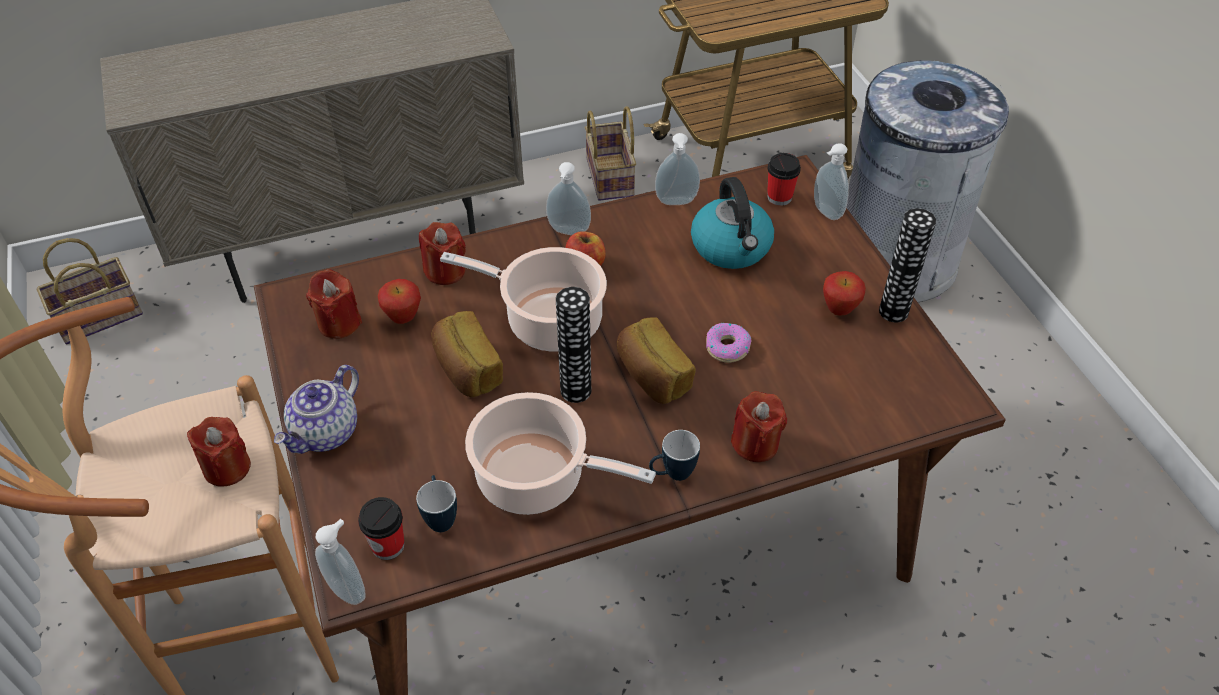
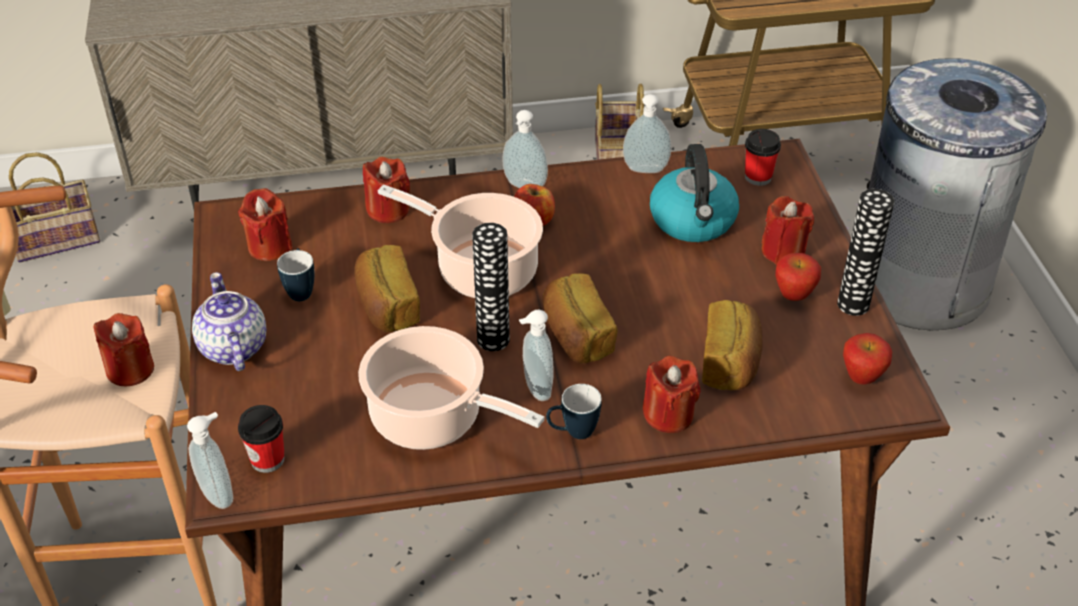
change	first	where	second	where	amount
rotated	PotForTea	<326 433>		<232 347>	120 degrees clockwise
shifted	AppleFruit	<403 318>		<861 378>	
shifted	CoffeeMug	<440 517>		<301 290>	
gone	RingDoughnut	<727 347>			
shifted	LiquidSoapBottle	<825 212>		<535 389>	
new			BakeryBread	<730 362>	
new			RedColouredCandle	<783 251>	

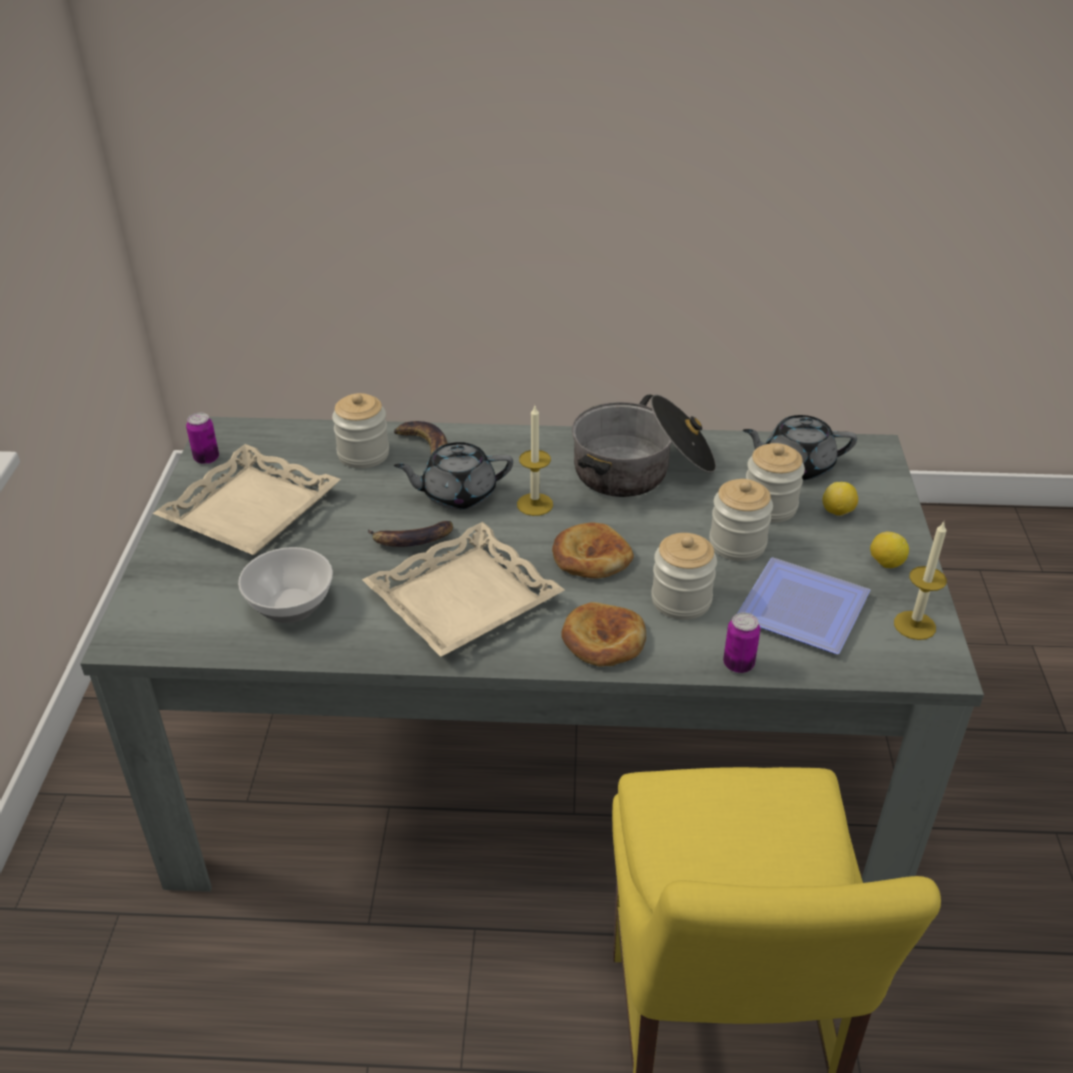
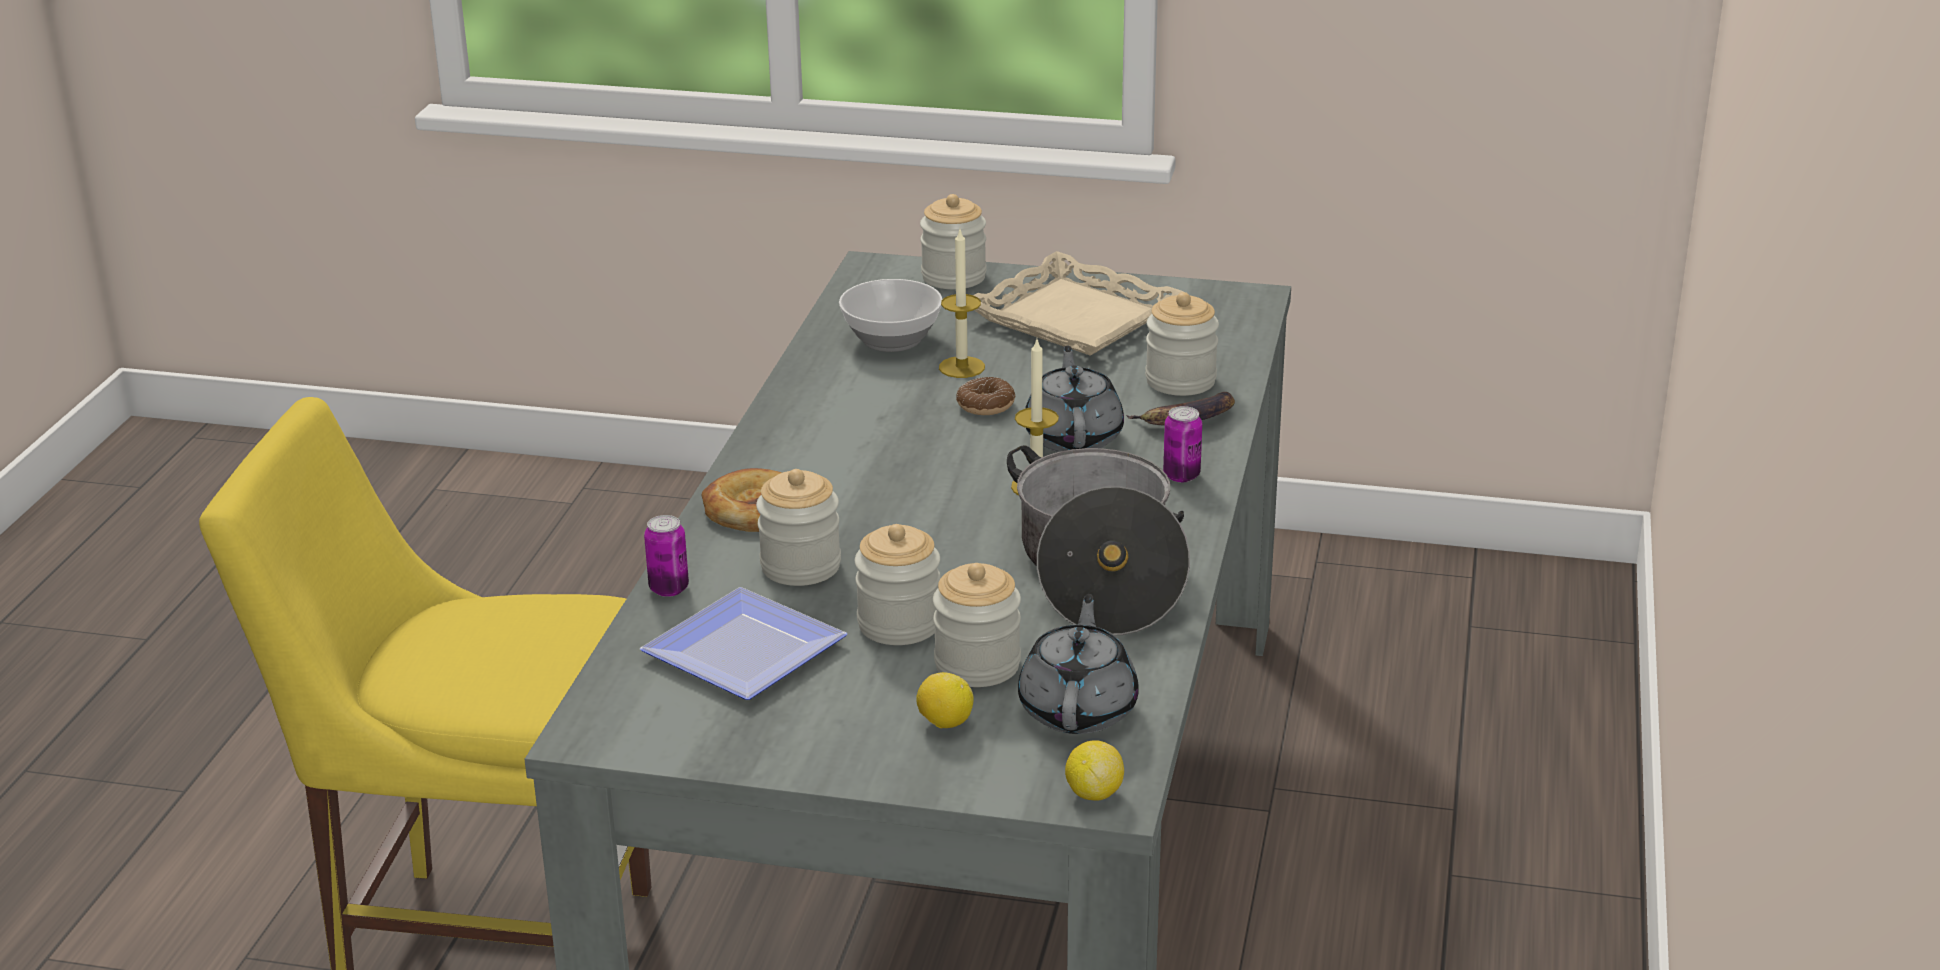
change	first	where	second	where	amount
shifted	Can	<206 458>		<1181 475>	
gone	BeigeTray	<464 600>			
swapped	WholeBanana	<411 540>	RingDoughnut	<986 405>	
gone	BakeryBread	<590 556>			
shifted	WholeLemon	<885 563>		<1094 793>	
shifted	Candle	<914 625>		<961 367>	
new			PreserveJar	<953 277>	

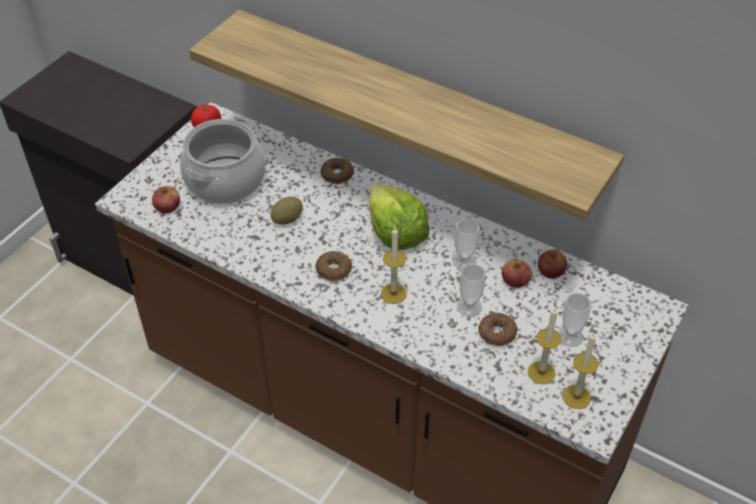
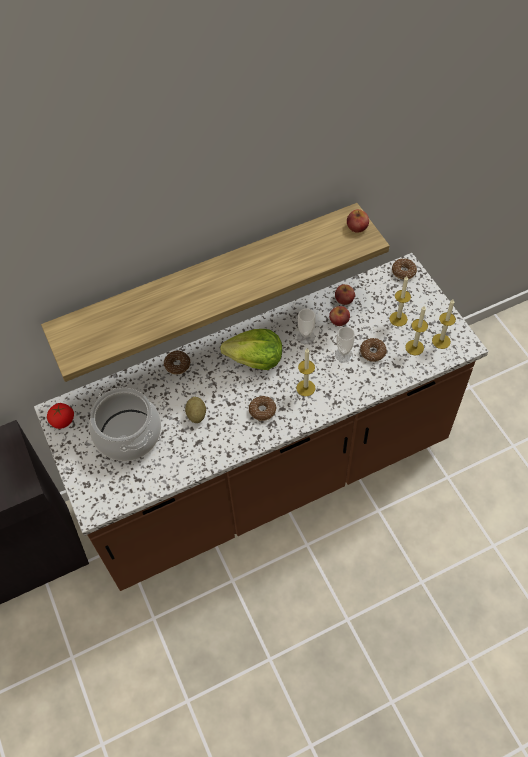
change	first	where	second	where	amount
shifted	AppleFruit	<167 206>		<357 226>	
swapped	SmallCup	<570 336>	Candle	<398 319>	
new			RingDoughnut	<403 272>	

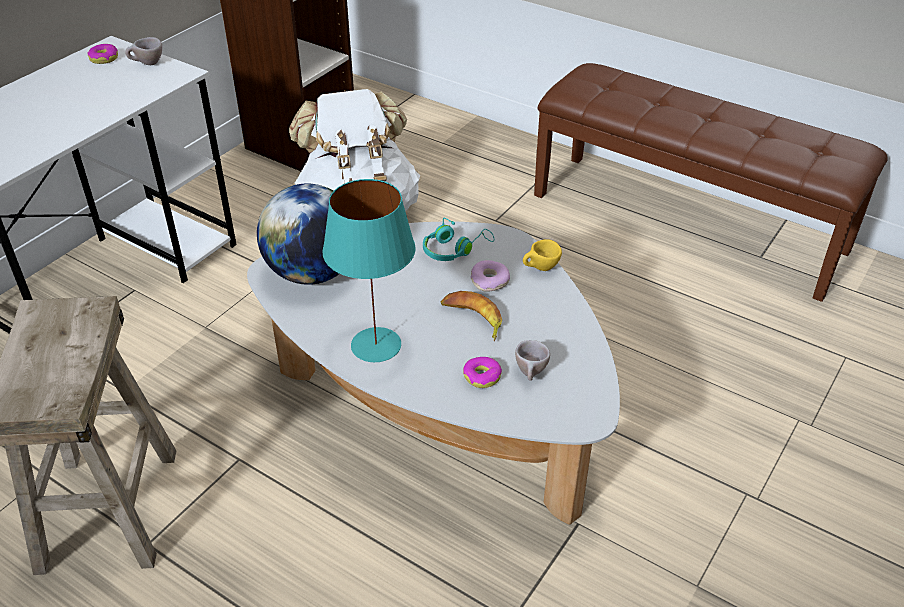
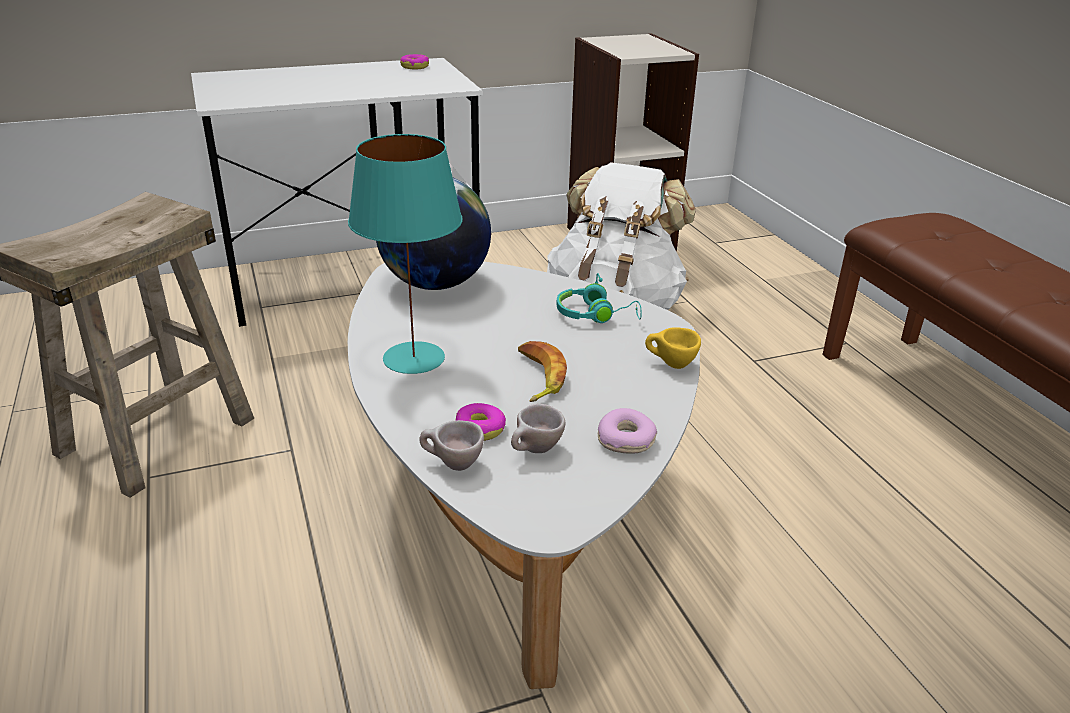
change	first	where	second	where	amount
shifted	BeigeSmallCup	<147 64>		<452 465>	
shifted	RingDoughnut	<489 281>		<626 440>	

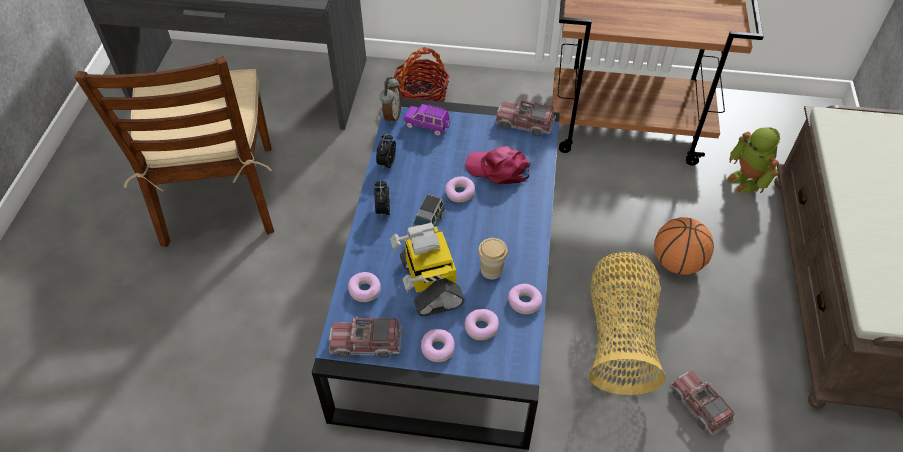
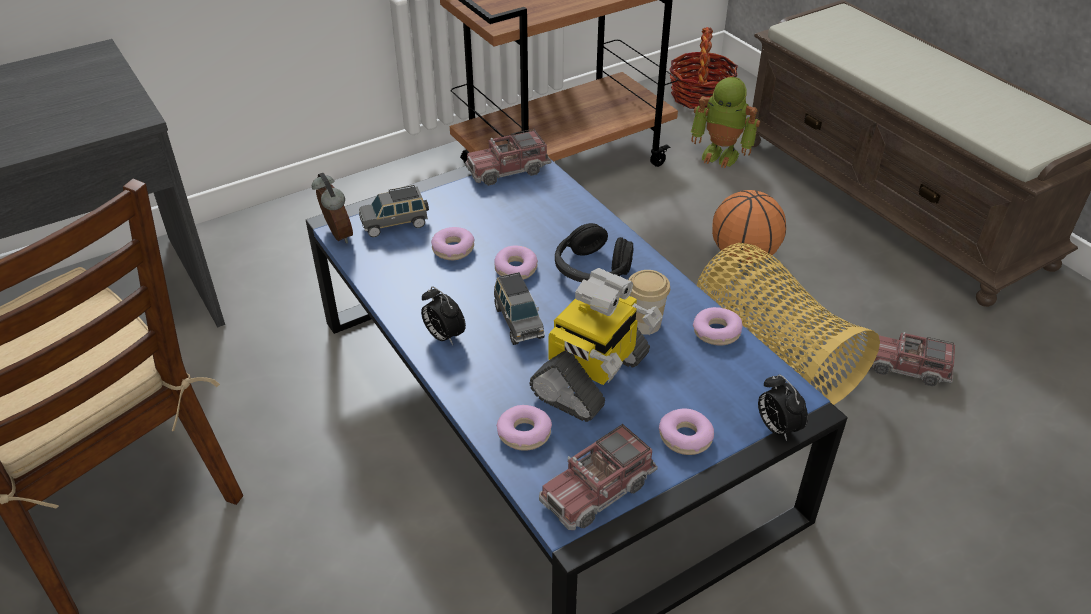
change	first	where	second	where	amount
shifted	BedsideClock	<386 163>		<776 427>	
rotated	ToyRobot	<429 283>		<592 377>	90 degrees counterclockwise
shifted	StorageBasket	<421 97>		<700 96>	
repainted	PurpleMiniatureCar	<427 126>	GreyishMiniatureCar	<395 224>	
gone	PinkPeakedCap	<498 169>			
shifted	RingDoughnut	<481 327>		<453 249>	
new			BlackishHeadset	<592 269>	

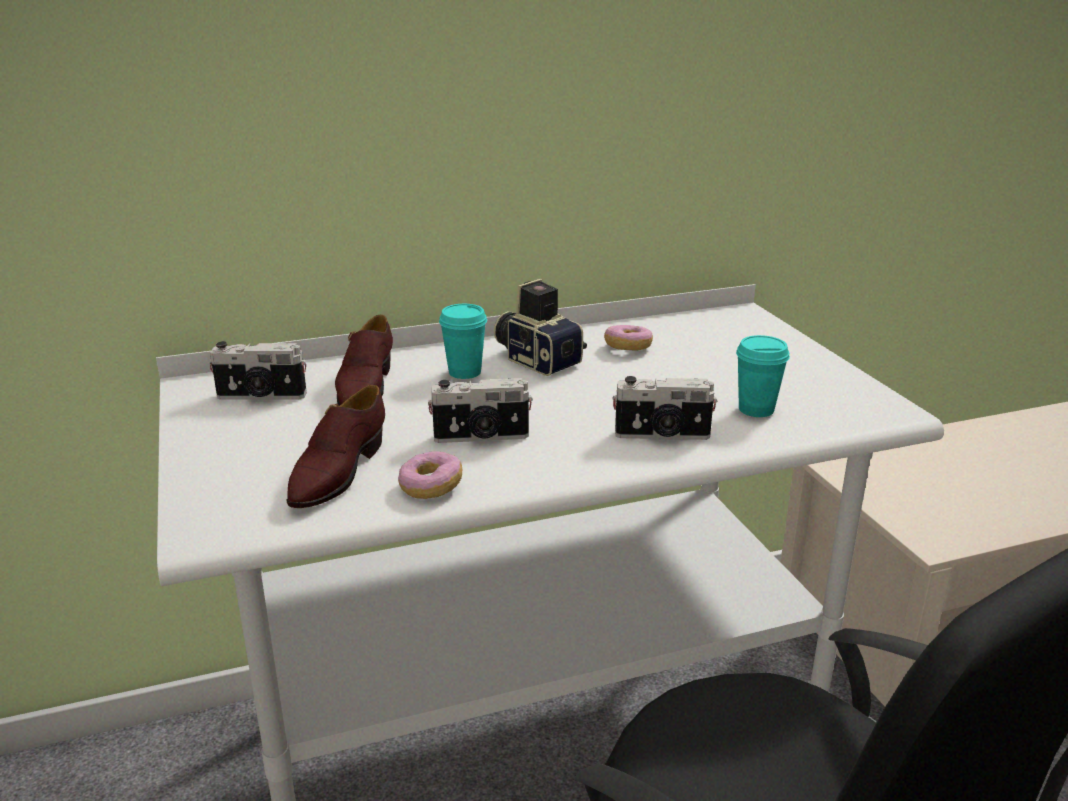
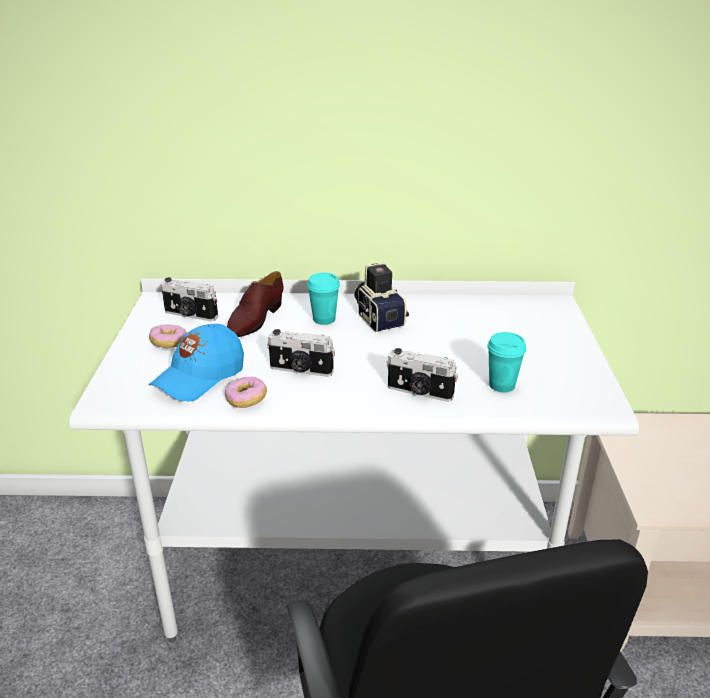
change	first	where	second	where	amount
swapped	BrownishShoe	<337 472>	BlueColouredPeakedCap	<199 377>	
shifted	RingDoughnut	<628 347>		<169 343>	

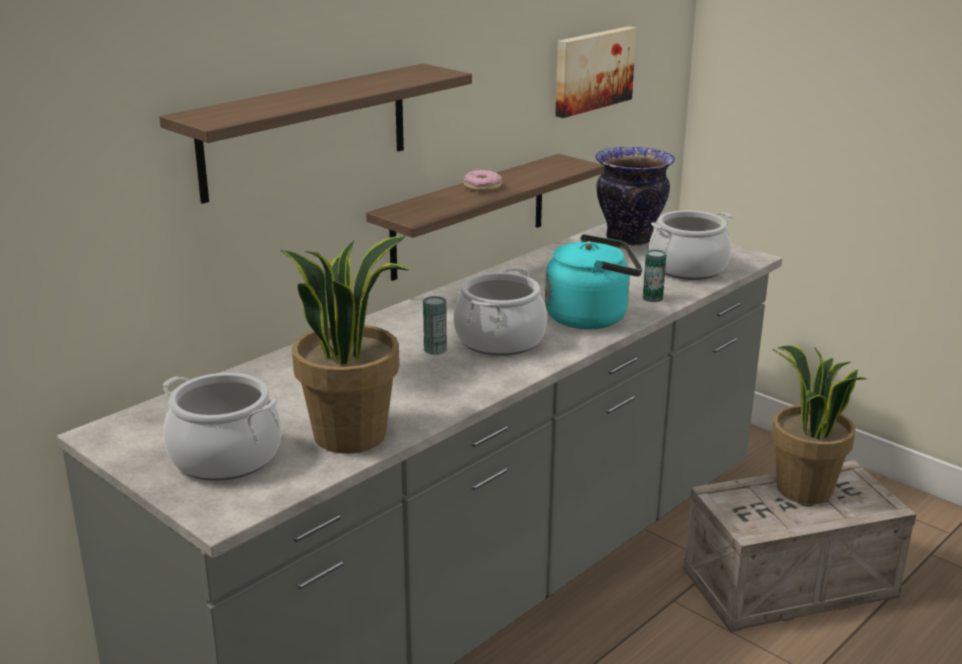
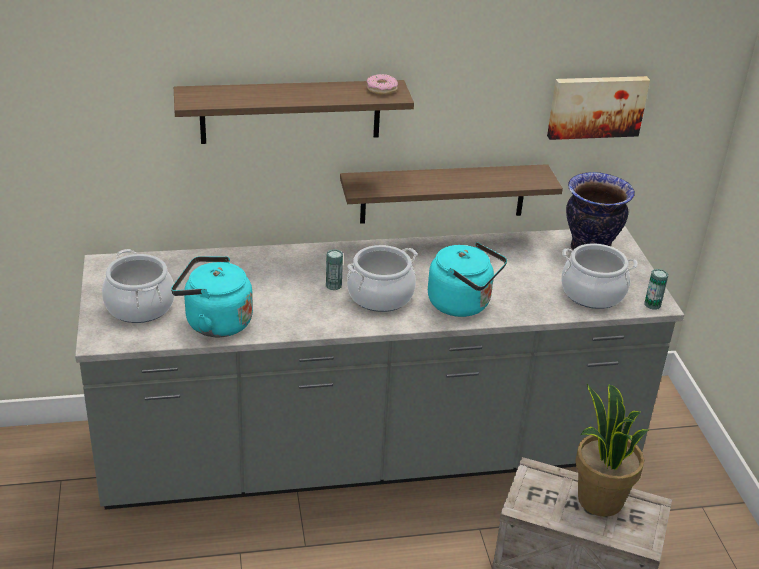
change	first	where	second	where	amount
swapped	Houseplant	<350 434>	TurquoiseColouredWaterKettle	<214 322>	
shifted	RingDoughnut	<482 187>		<381 89>	
shifted	Can	<652 298>		<652 304>	

